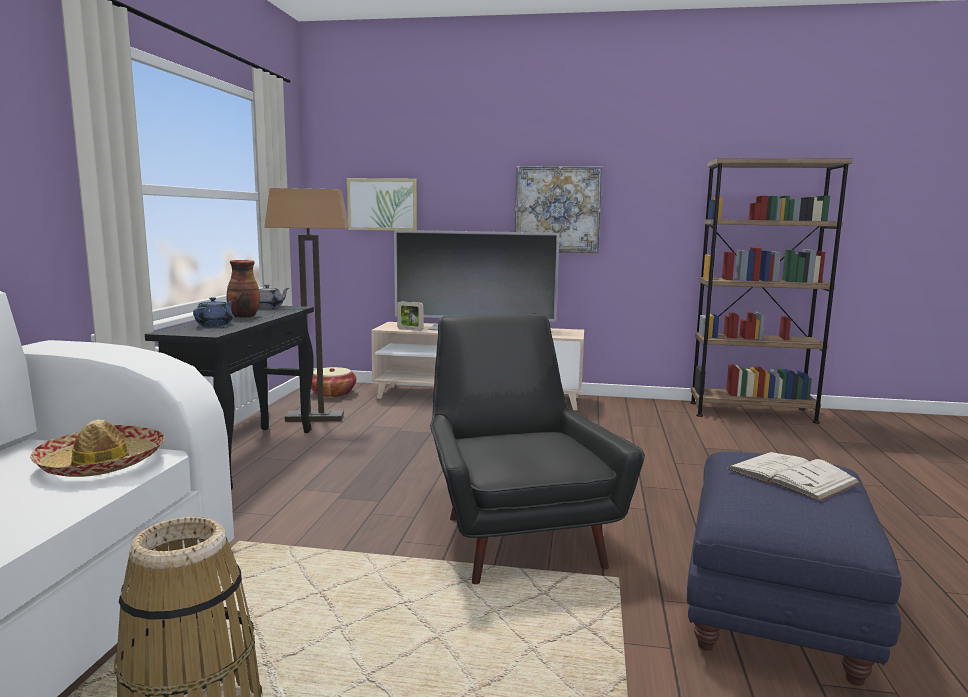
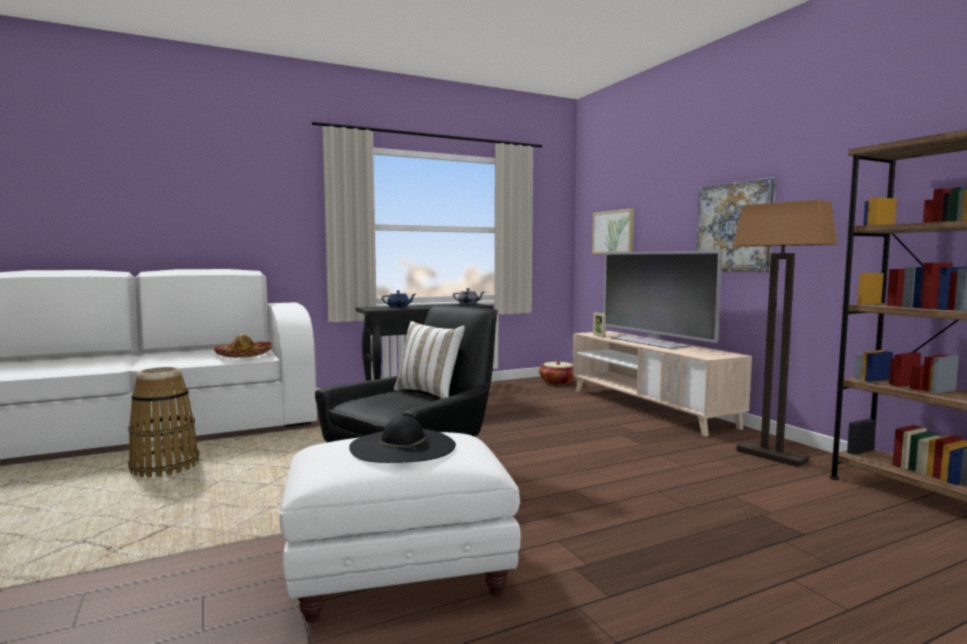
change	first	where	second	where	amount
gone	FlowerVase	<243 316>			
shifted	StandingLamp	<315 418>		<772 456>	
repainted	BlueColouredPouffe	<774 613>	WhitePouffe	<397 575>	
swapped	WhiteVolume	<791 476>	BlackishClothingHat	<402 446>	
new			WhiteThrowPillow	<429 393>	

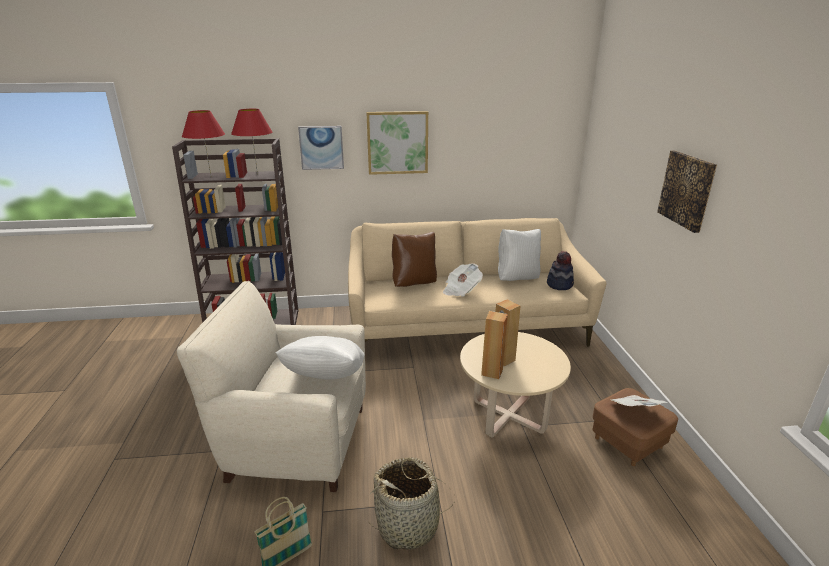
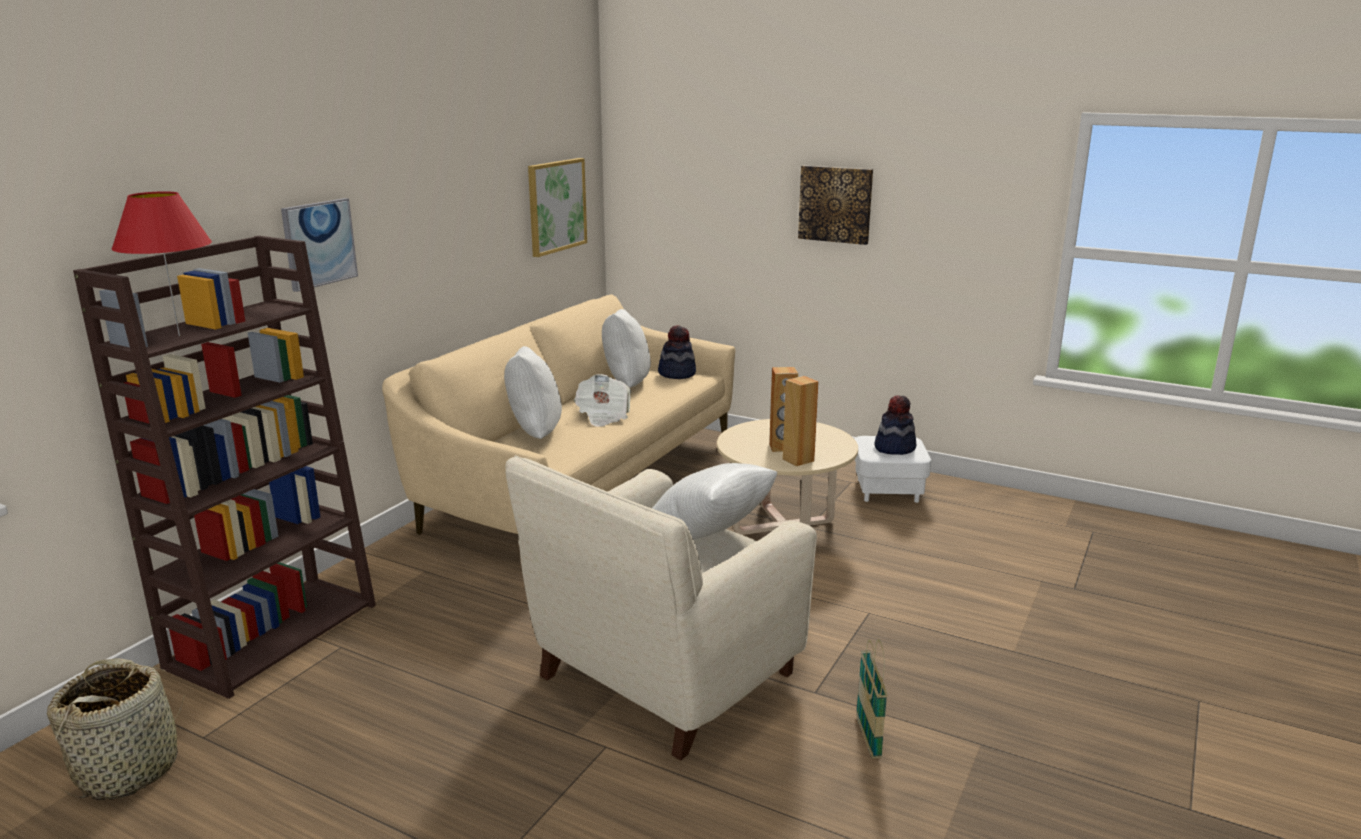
change	first	where	second	where	amount
gone	RedColouredLampForATable	<257 174>			
shifted	WallPicture	<397 142>		<556 206>	
shifted	StorageBasket	<408 525>		<129 769>	
repainted	BrownishThrowPillow	<414 283>	WhiteThrowPillow	<533 434>	
repainted	BrownishPouffe	<628 442>	WhitePouffe	<888 490>	
swapped	Newspaper	<635 411>	ClothingHat	<894 448>	

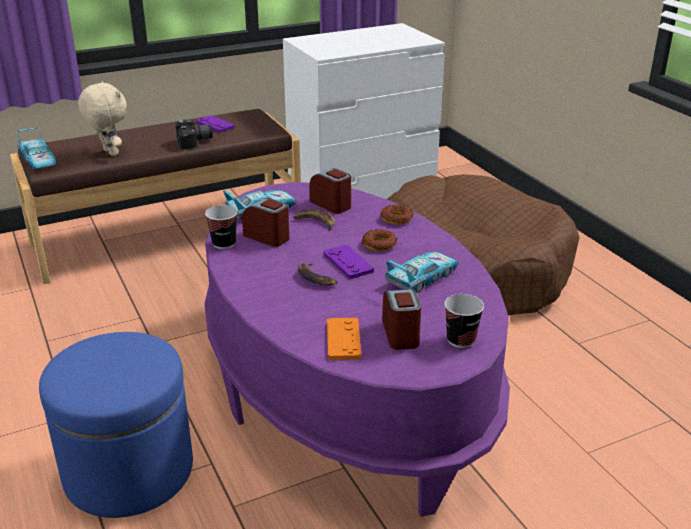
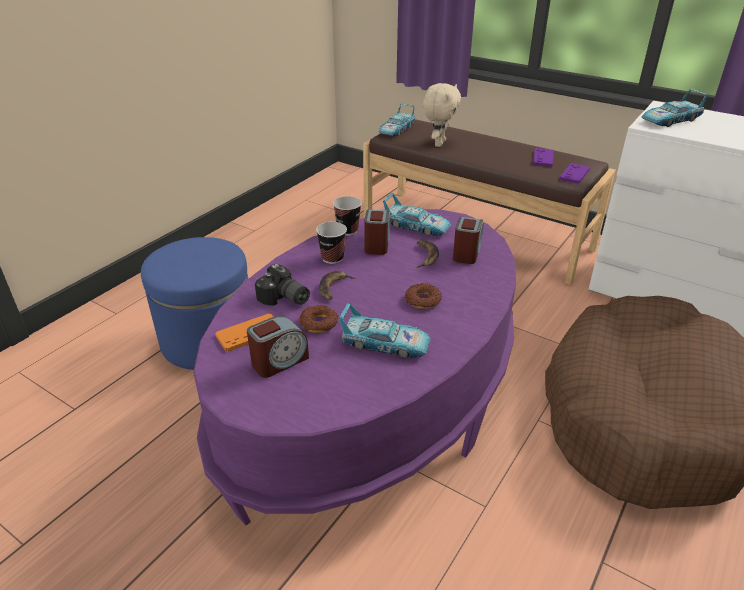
change	first	where	second	where	amount
shifted	StillCamera	<195 142>		<284 299>	
shifted	PurpleGameController	<348 263>		<574 174>	
shifted	RingDoughnut	<396 218>		<319 323>	
shifted	SmallCup	<461 340>		<332 258>	
new			MiniatureCar	<670 120>	

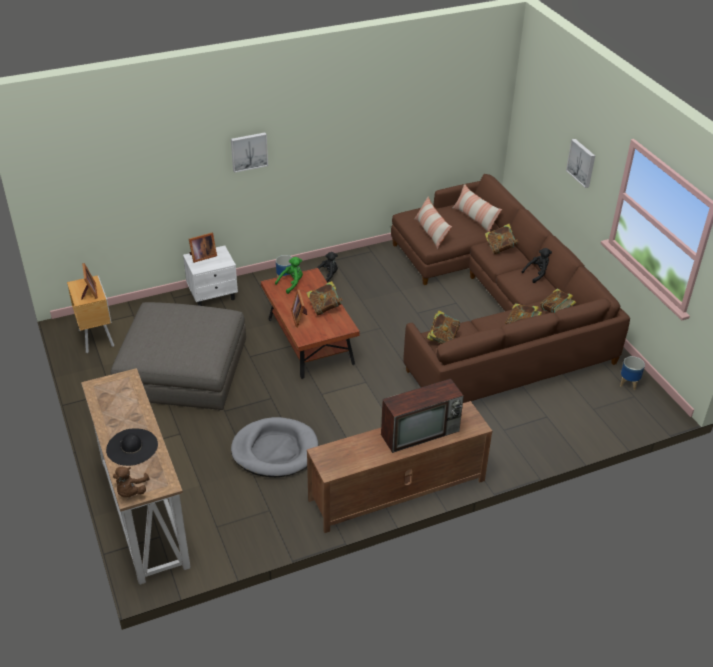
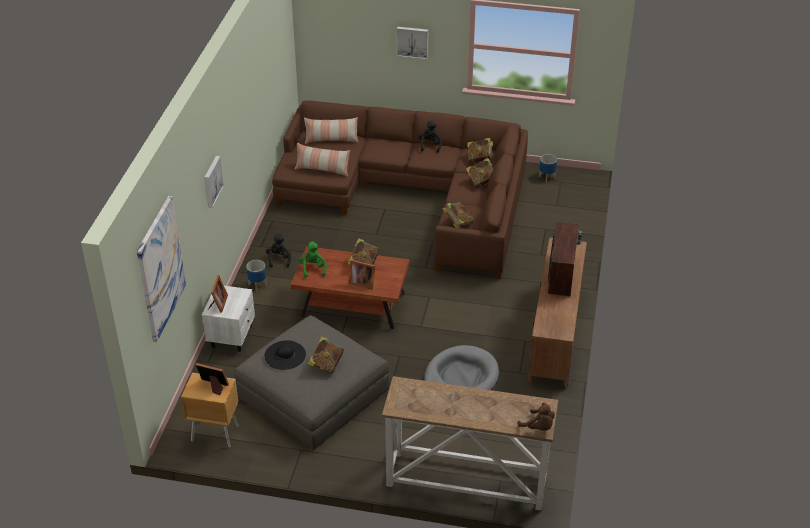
change	first	where	second	where	amount
shifted	BlackishClothingHat	<132 447>		<285 355>	
shifted	Volume	<500 248>		<326 364>	
new			WallPicture	<160 269>	

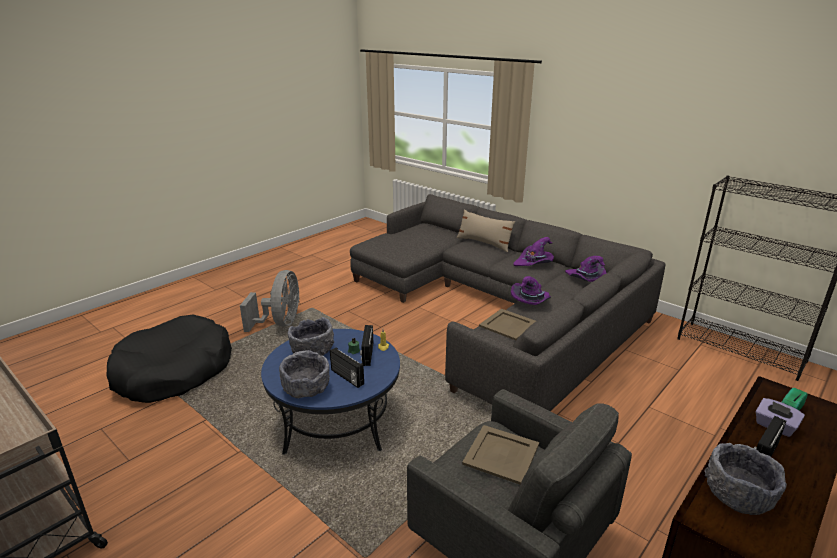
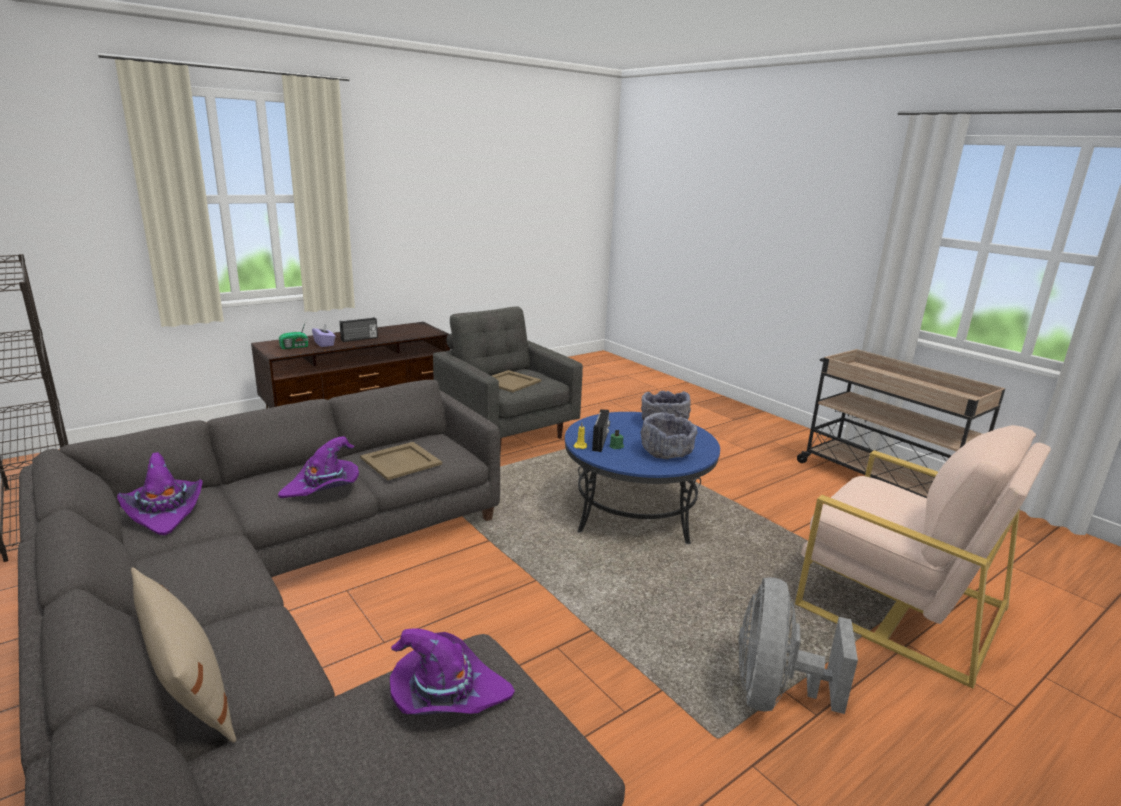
change	first	where	second	where	amount
swapped	BlackishPetBed	<173 371>	BeigeLoungeChair	<899 604>	
gone	RadioSet	<346 377>			
shifted	PurpleClothingHat	<534 263>		<447 695>	
gone	GreyishBowl	<738 495>			

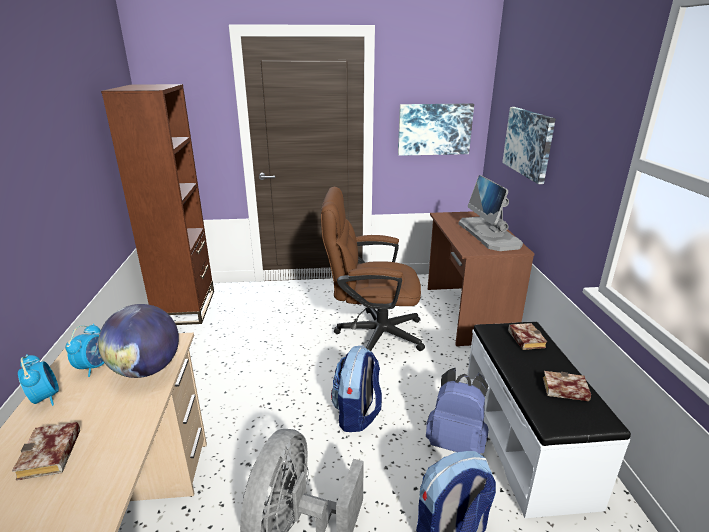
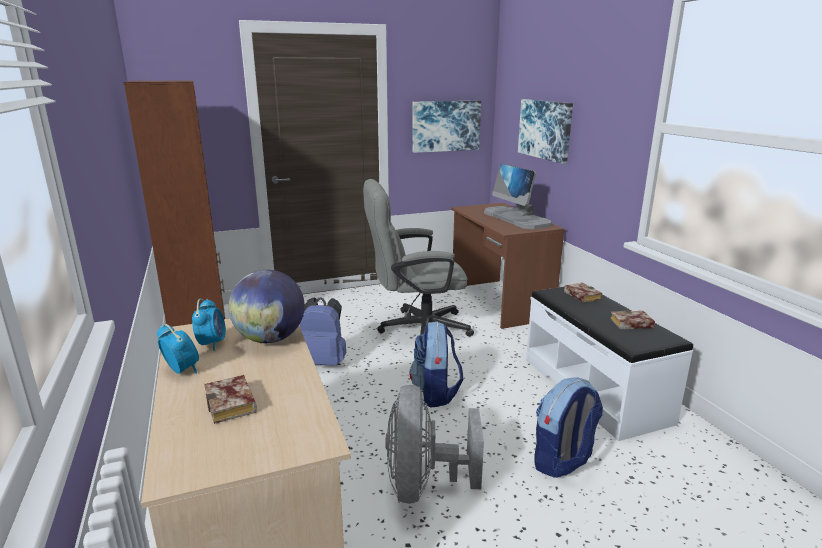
change	first	where	second	where	amount
repainted	BrownishOfficeChair	<371 333>	GreyishOfficeChair	<415 328>	
shifted	BlueColouredKnapsack	<456 442>		<323 362>	

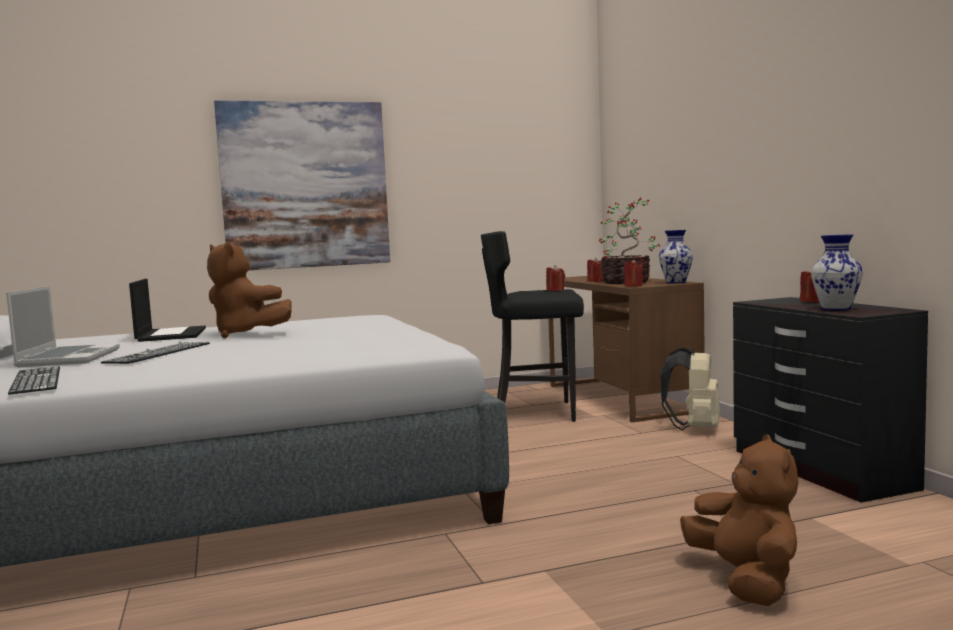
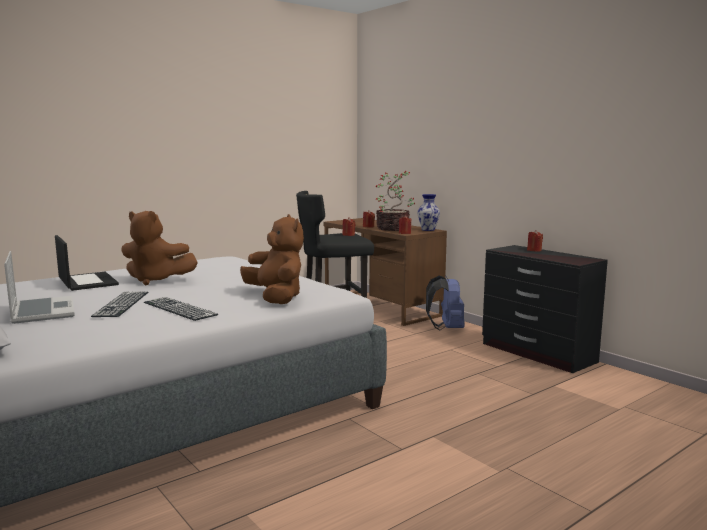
change	first	where	second	where	amount
shifted	Keyboard	<36 380>		<179 309>	
gone	WallPicture	<305 185>			
repainted	BeigeKnapsack	<695 428>	BlueColouredKnapsack	<446 328>	
shifted	BrownishCuddlyToy	<746 580>		<276 298>	
gone	FlowerVase	<835 308>			

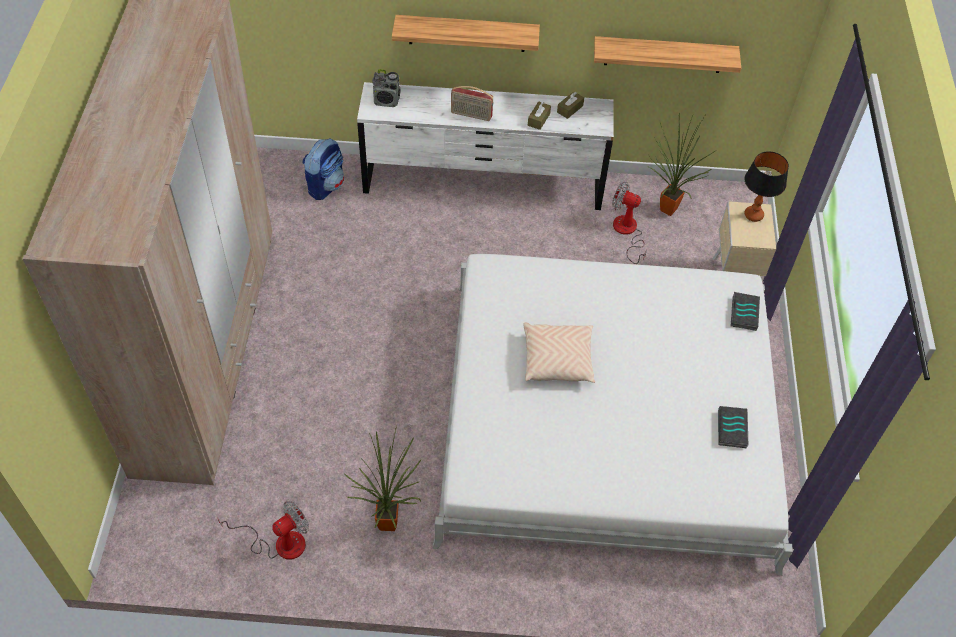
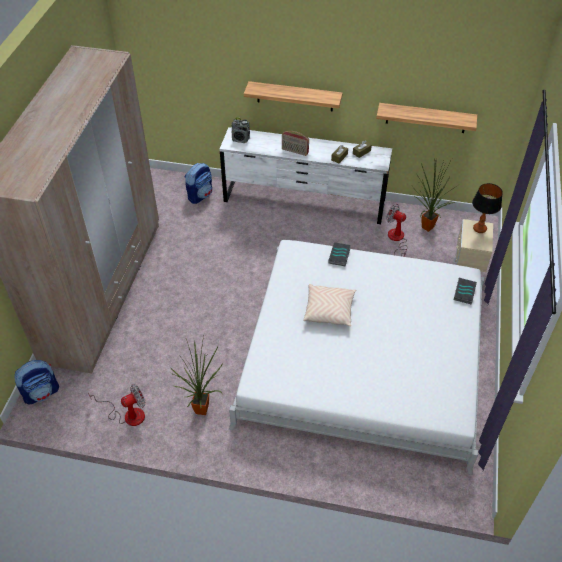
change	first	where	second	where	amount
shifted	Volume	<733 429>		<339 256>	
new			Knapsack	<41 392>	

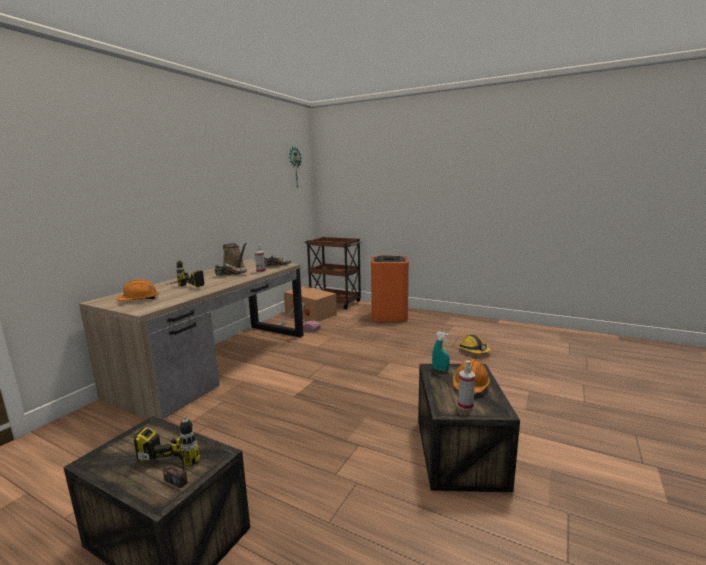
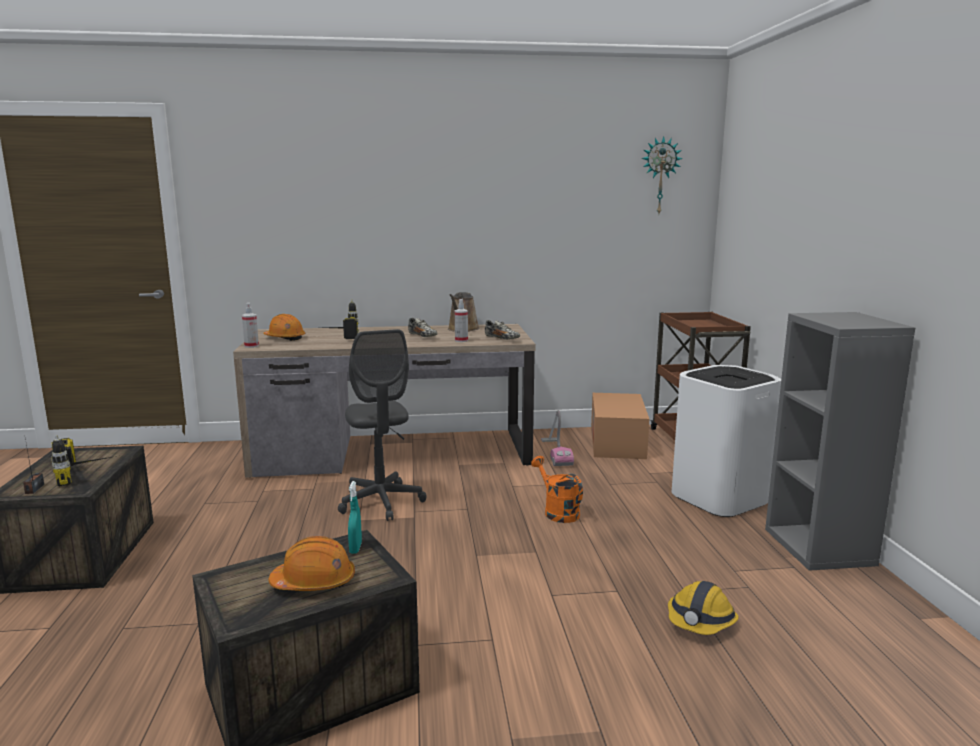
change	first	where	second	where	amount
repainted	OrangeWasteBin	<388 316>	WhiteWasteBin	<718 497>	
shifted	SprayBottle	<465 406>		<251 346>	
new			GreyishOfficeChair	<381 502>	
new			OrangeWateringPot	<557 511>	
new			GreyishBookshelf	<820 547>	

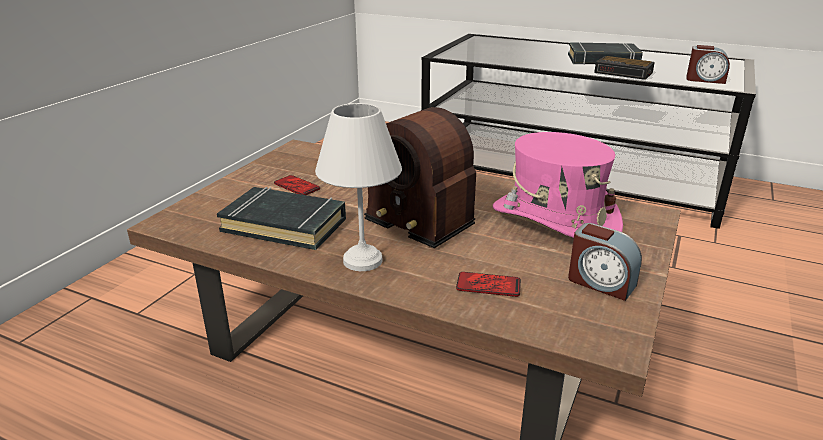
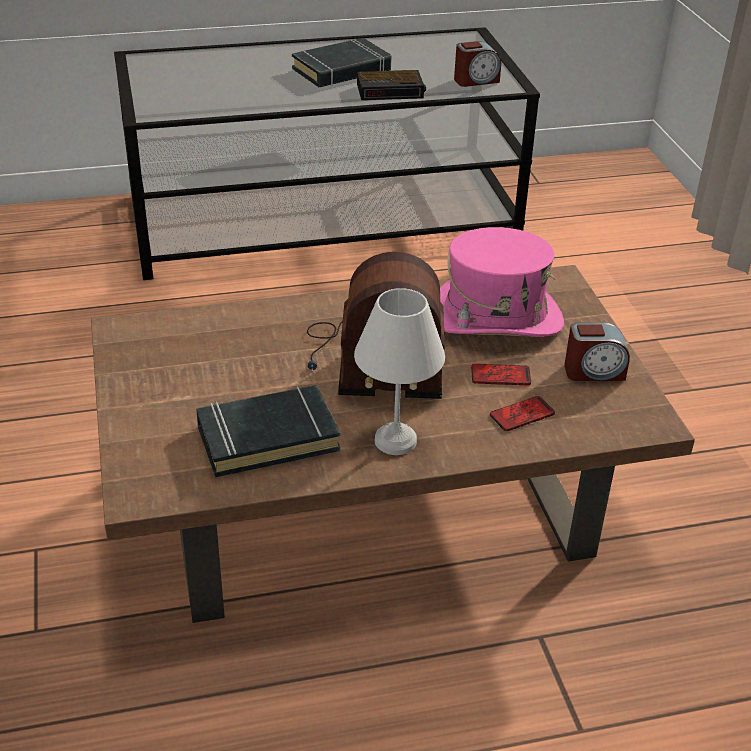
change	first	where	second	where	amount
shifted	Handset	<297 186>		<500 376>	

